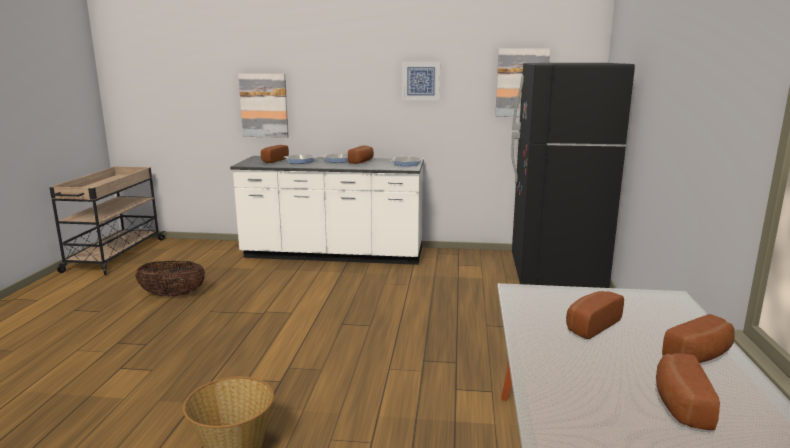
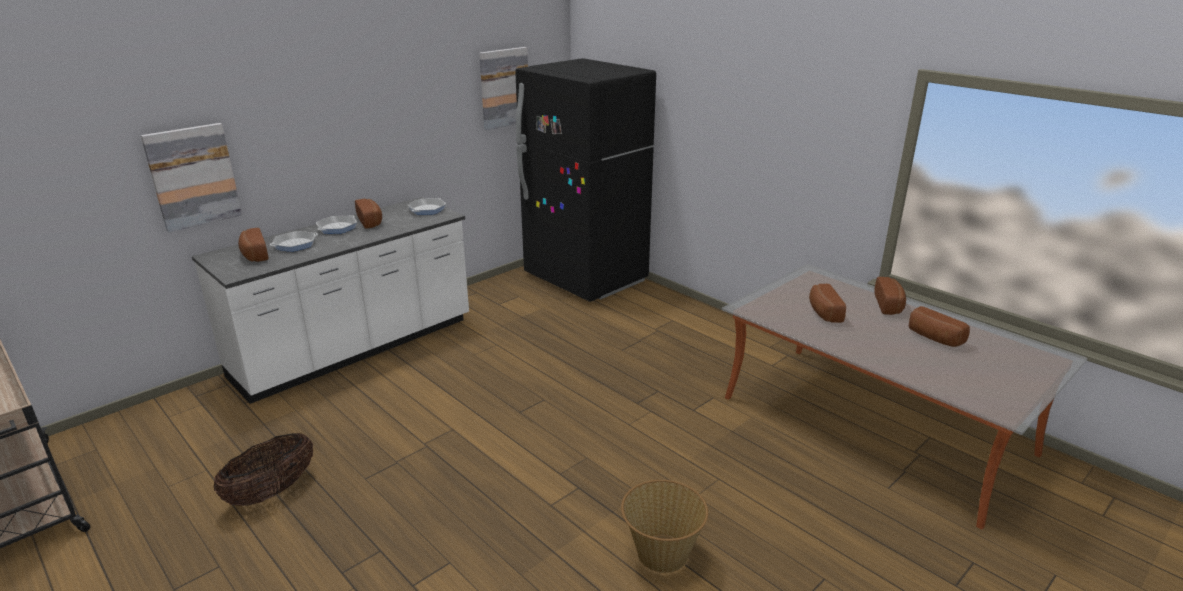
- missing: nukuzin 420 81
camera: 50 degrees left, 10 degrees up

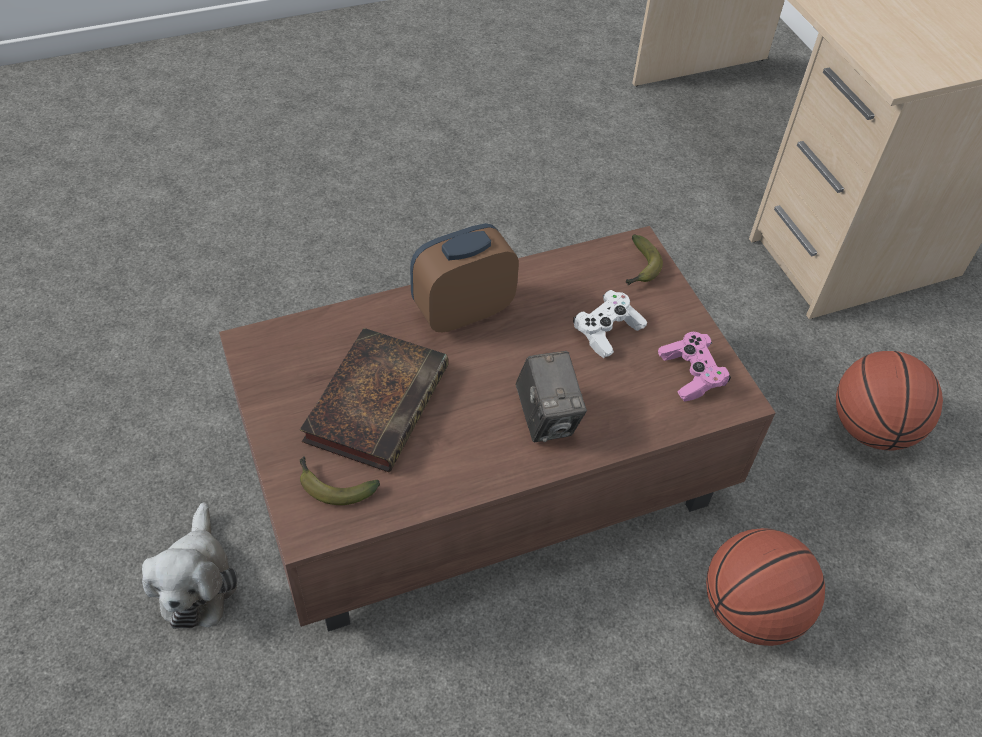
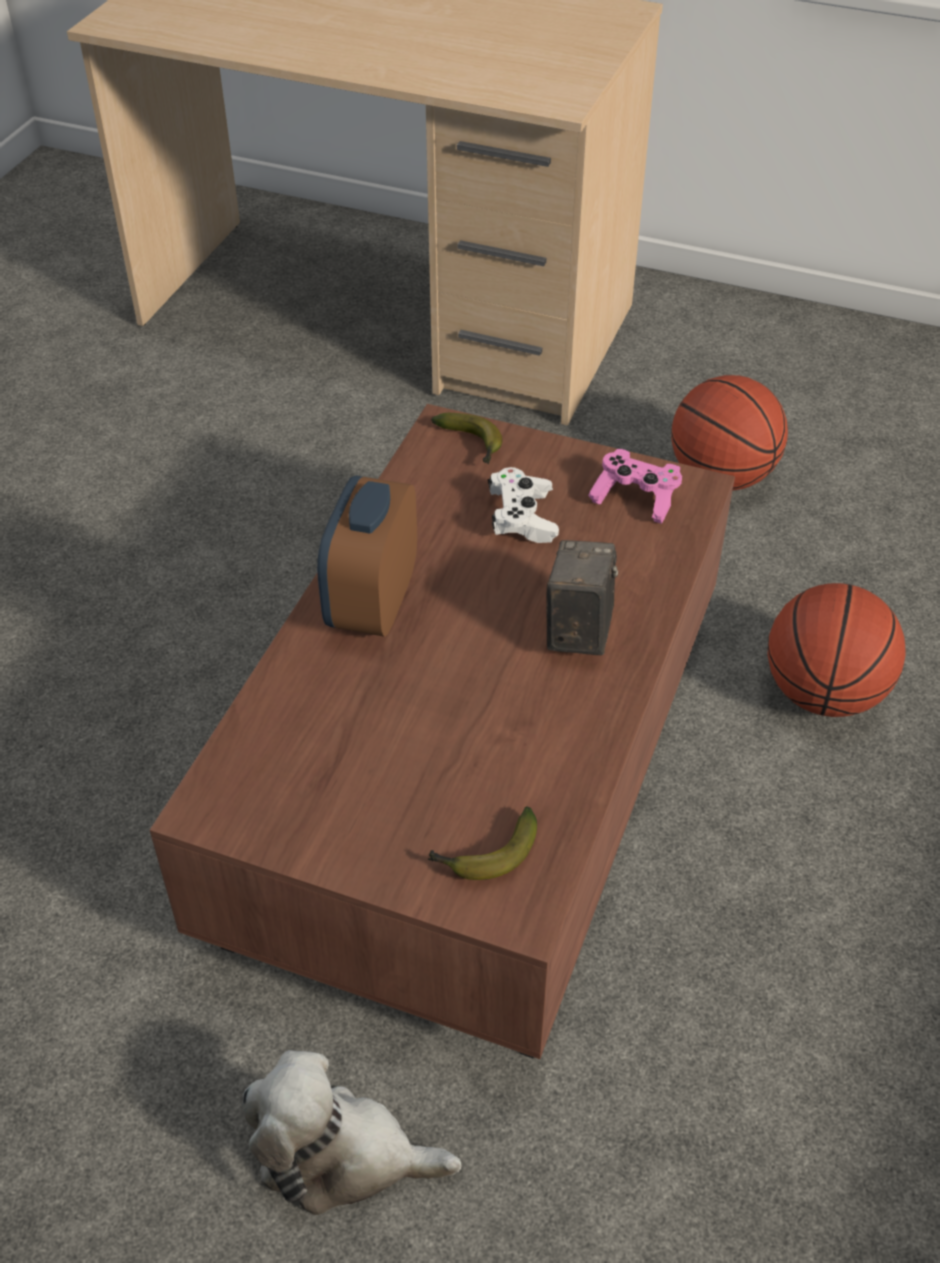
- missing: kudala 377 401
- spun: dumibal 546 418 = 578 630 105 degrees counterclockwise
- spun: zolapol 196 581 = 341 1155 150 degrees clockwise
camera: 45 degrees left, 5 degrees down

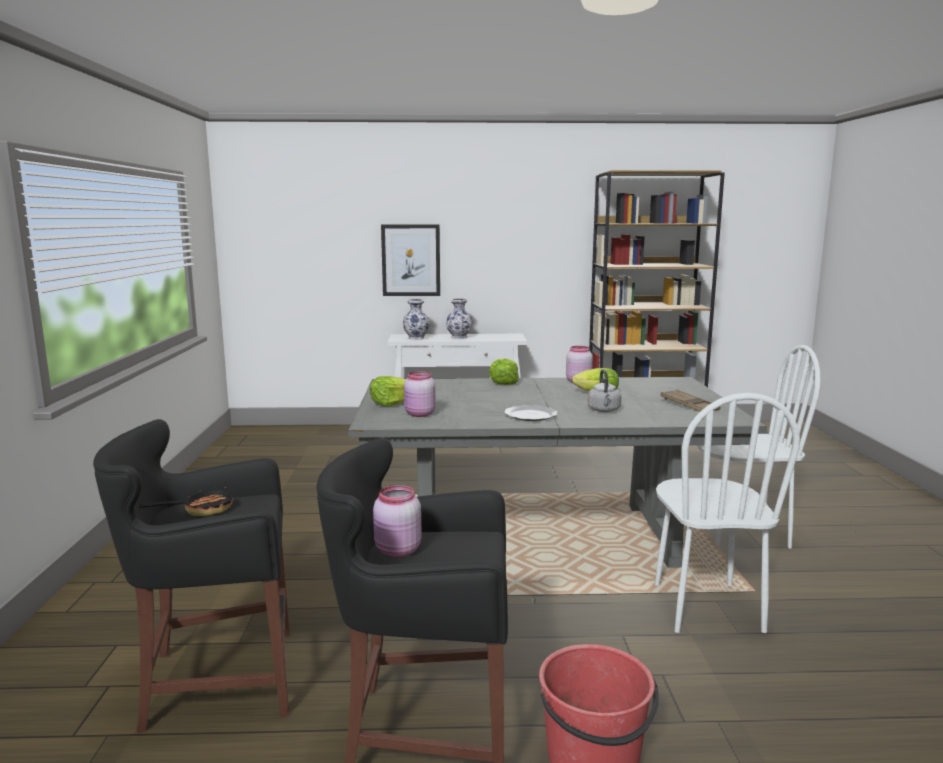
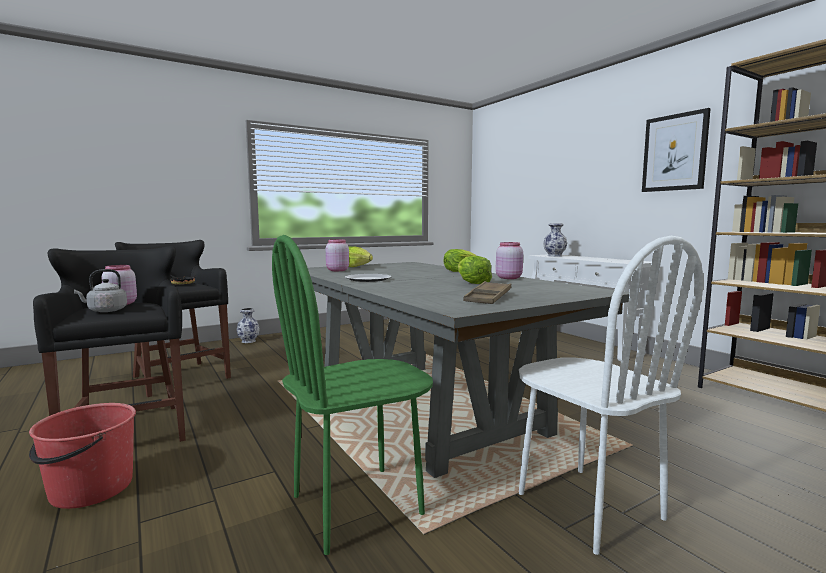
- relocated: nukuzin 411 260 to 674 152
- relocated: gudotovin 459 337 to 248 341
- relocated: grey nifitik 604 410 to 105 311
- colour: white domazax 706 607 to green domazax 357 506
camera: 60 degrees right, 5 degrees down

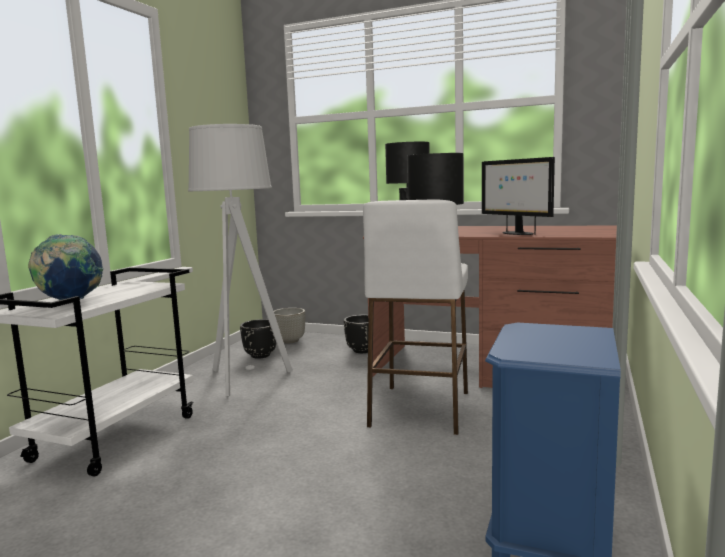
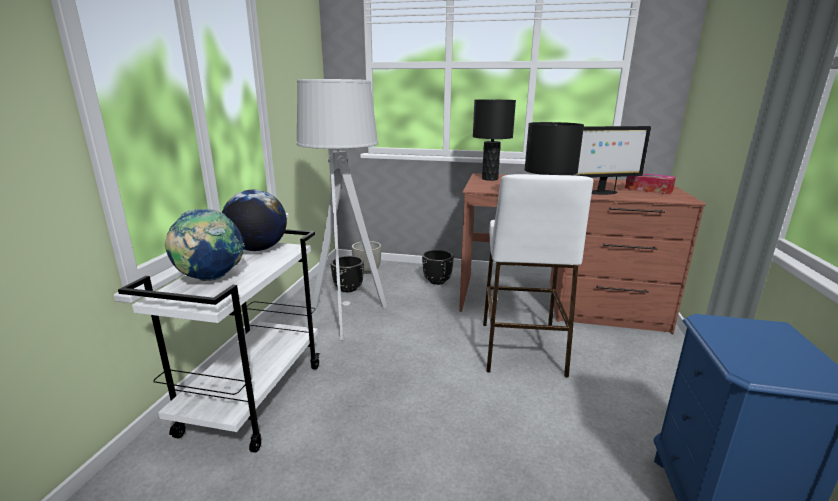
- spun: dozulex 516 233 = 601 192 60 degrees counterclockwise
- appeared: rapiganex 648 189
- appeared: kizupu 258 249
camera: 10 degrees left, 10 degrees up

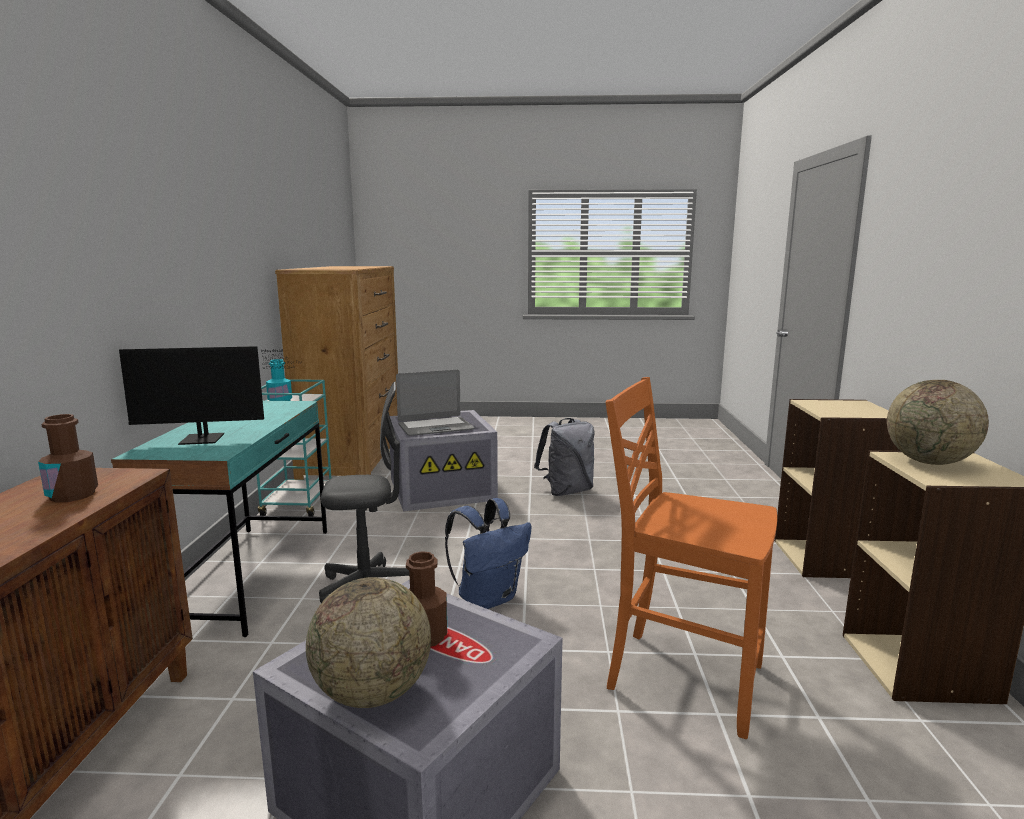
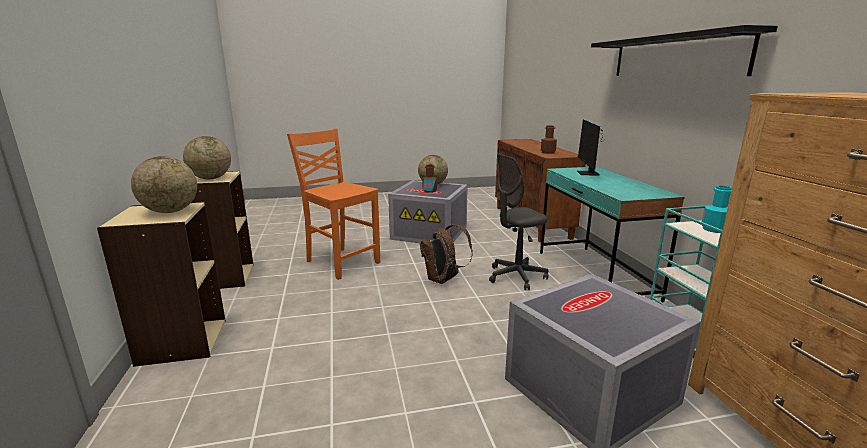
- spun: dozulex 208 439 = 587 174 60 degrees counterclockwise
- missing: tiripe 435 427
- spun: orange domazax 681 677 = 341 262 150 degrees counterclockwise
- missing: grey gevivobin 567 491
- colour: blue gevivobin 488 598 to brown gevivobin 443 280
- appeared: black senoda 674 56
- appeared: kizupu 170 211
camera: 165 degrees right, 5 degrees up

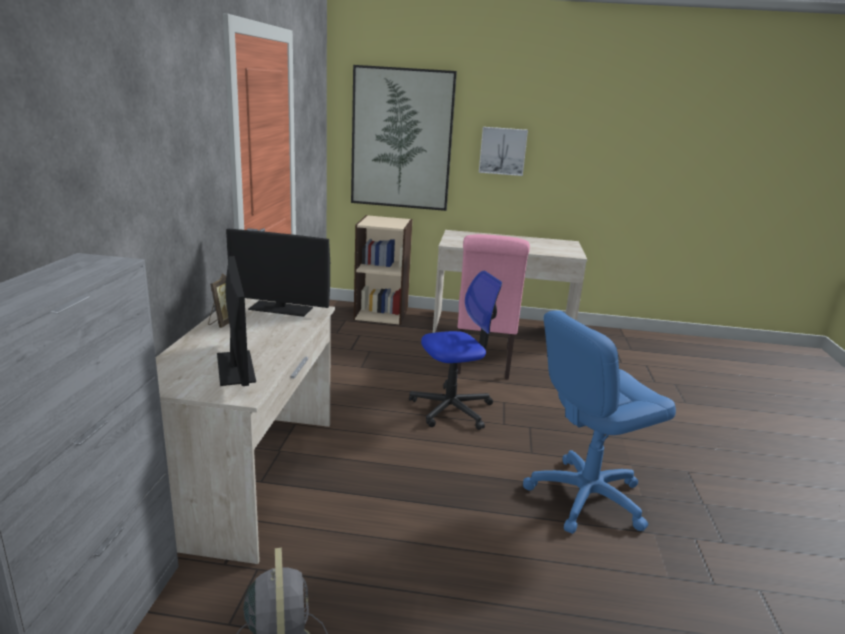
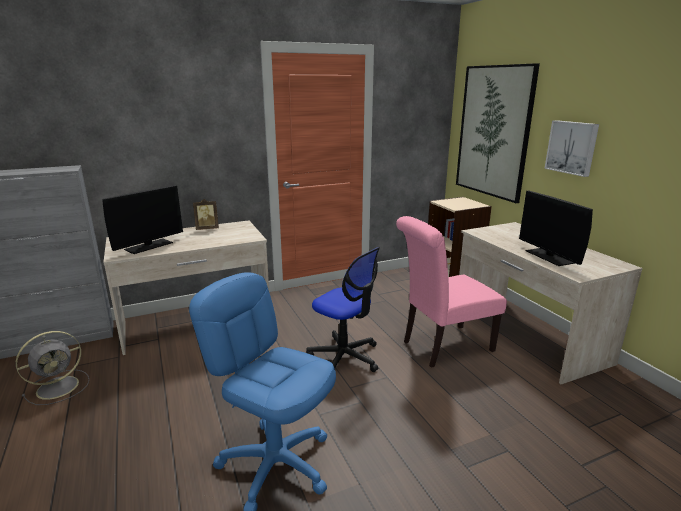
- relocated: dozulex 281 308 to 549 257
camera: 60 degrees right, 0 degrees up

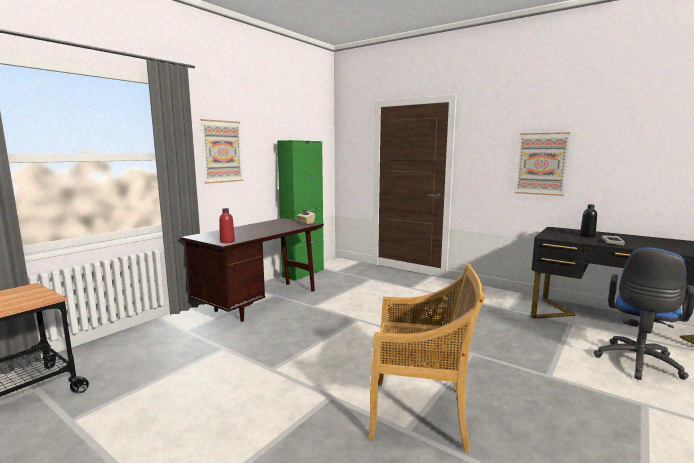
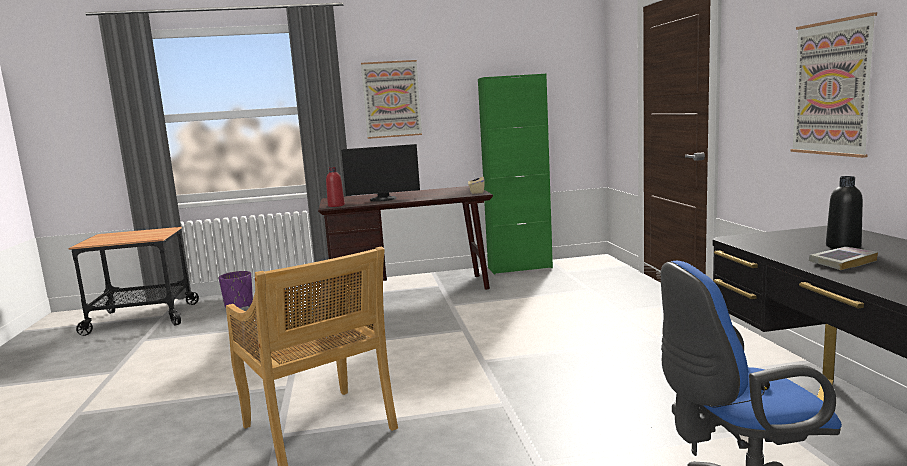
- appeared: dozulex 383 199
- appeared: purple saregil 239 305
camera: 45 degrees right, 0 degrees up

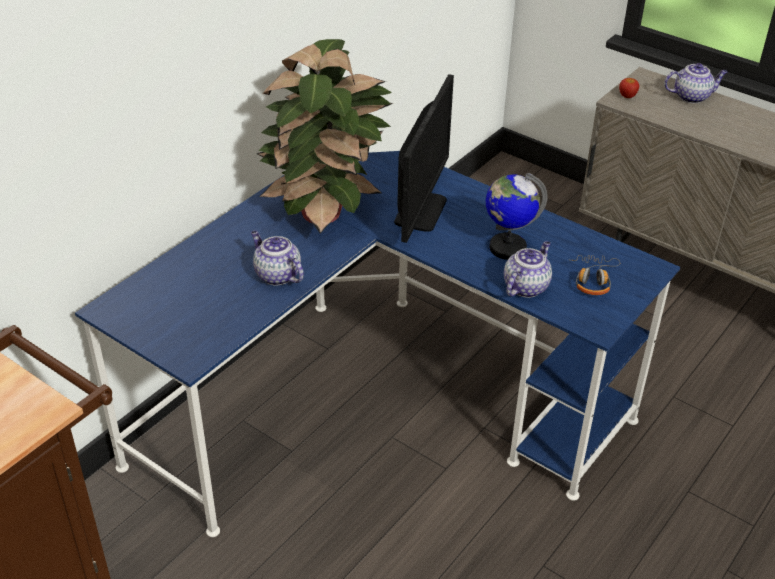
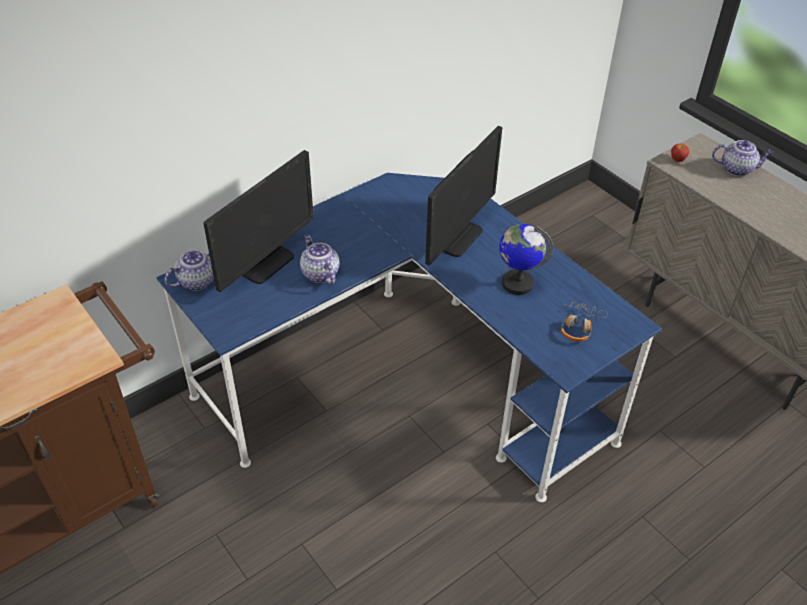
- missing: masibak 326 213
- relocated: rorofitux 526 286 to 197 281
- appeared: dozulex 265 263
camera: 15 degrees right, 5 degrees up

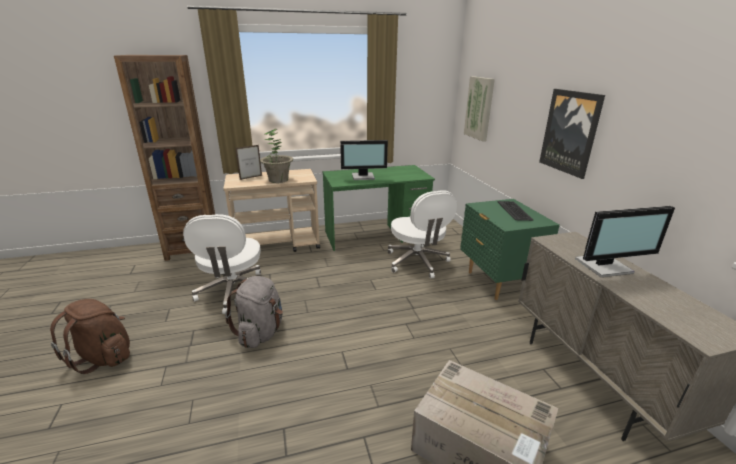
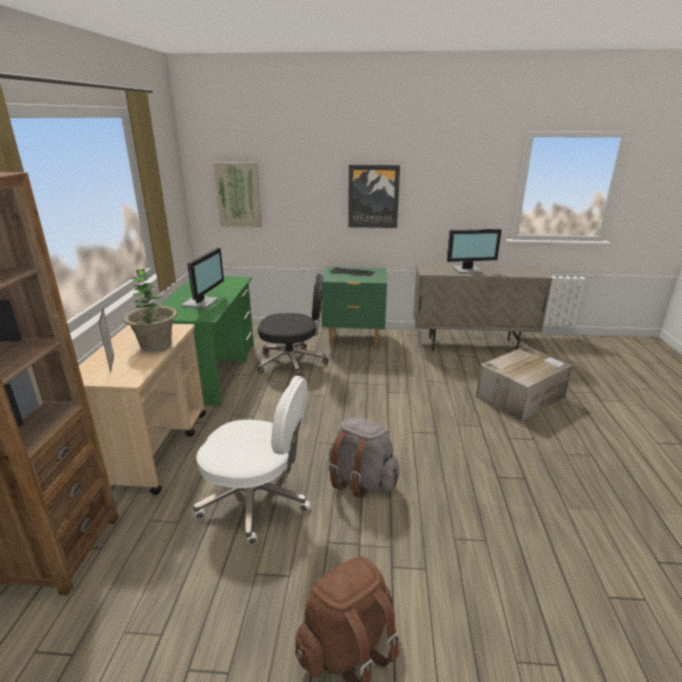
- colour: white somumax 417 262 to black somumax 293 363
- spun: dozulex 605 267 = 468 270 75 degrees clockwise
camera: 70 degrees left, 0 degrees up

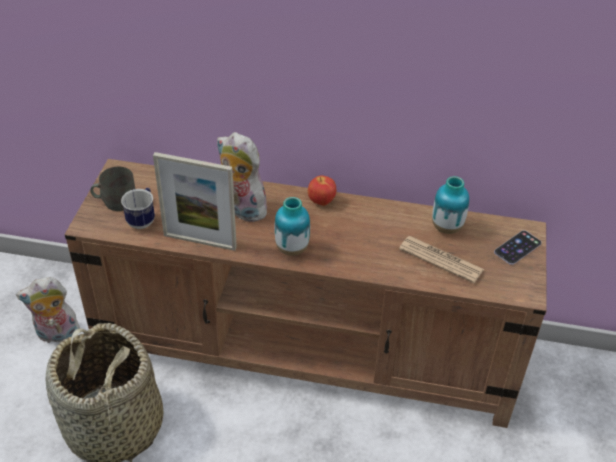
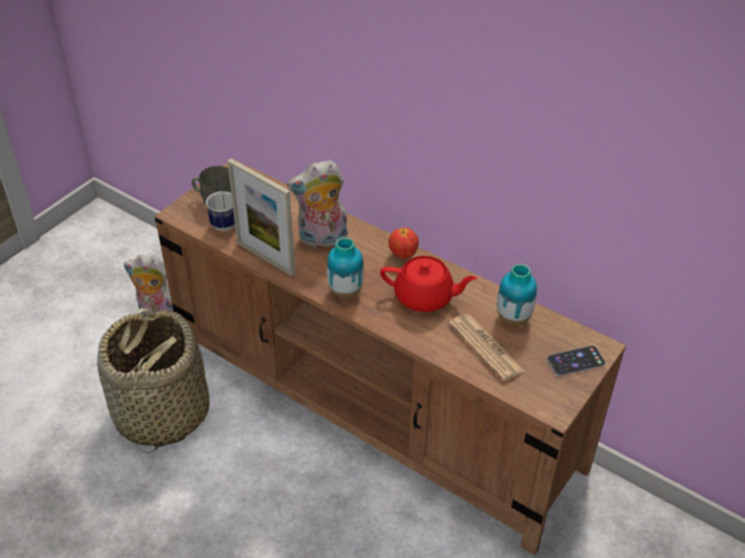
- spun: zolapol 241 209 = 322 240 75 degrees counterclockwise
- appeared: red rorofitux 425 297
camera: 25 degrees right, 0 degrees up

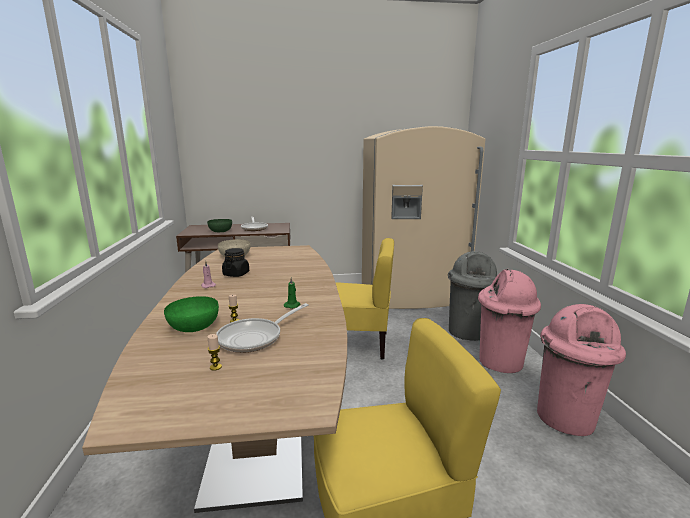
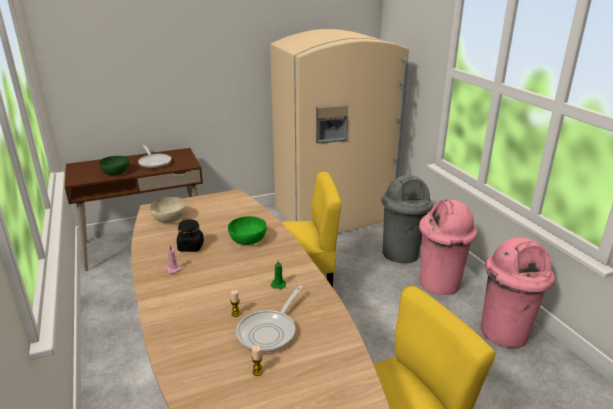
- relocated: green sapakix 194 327 to 248 240
camera: 15 degrees left, 10 degrees up

